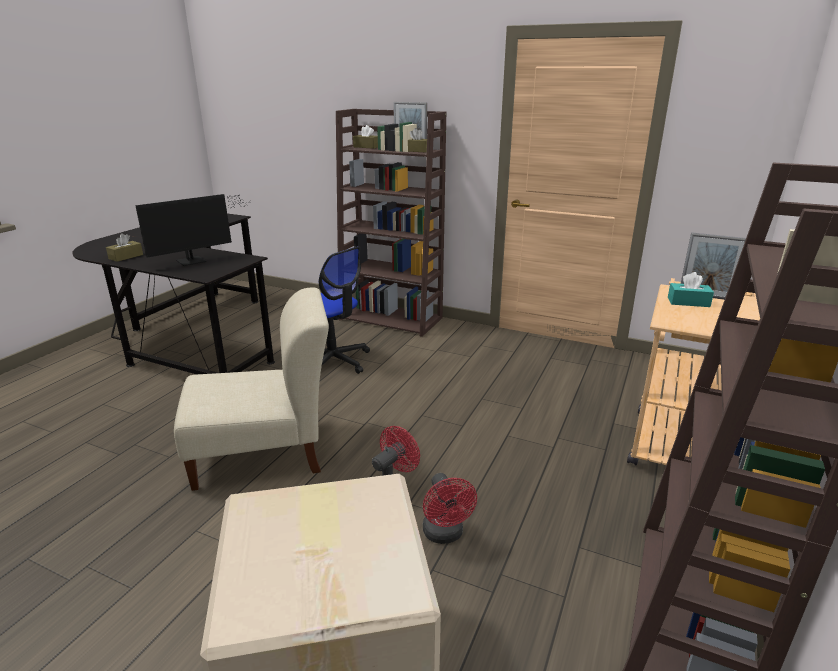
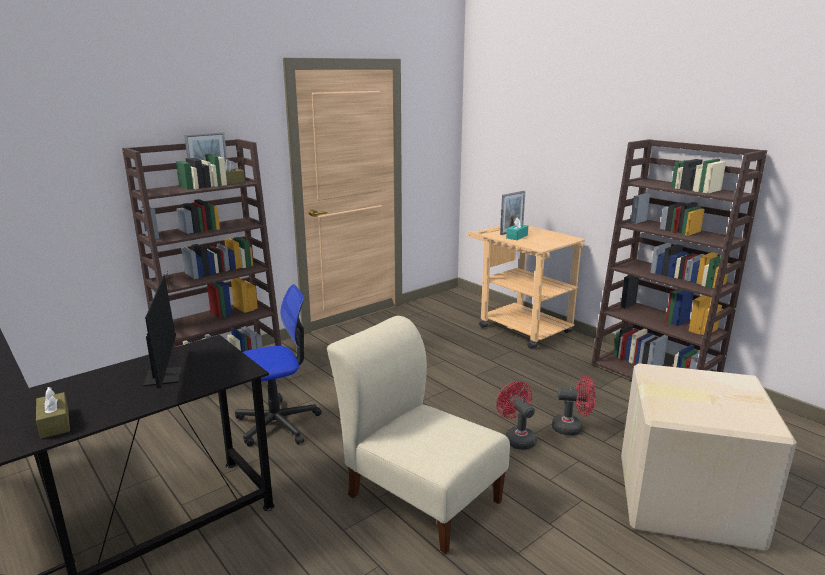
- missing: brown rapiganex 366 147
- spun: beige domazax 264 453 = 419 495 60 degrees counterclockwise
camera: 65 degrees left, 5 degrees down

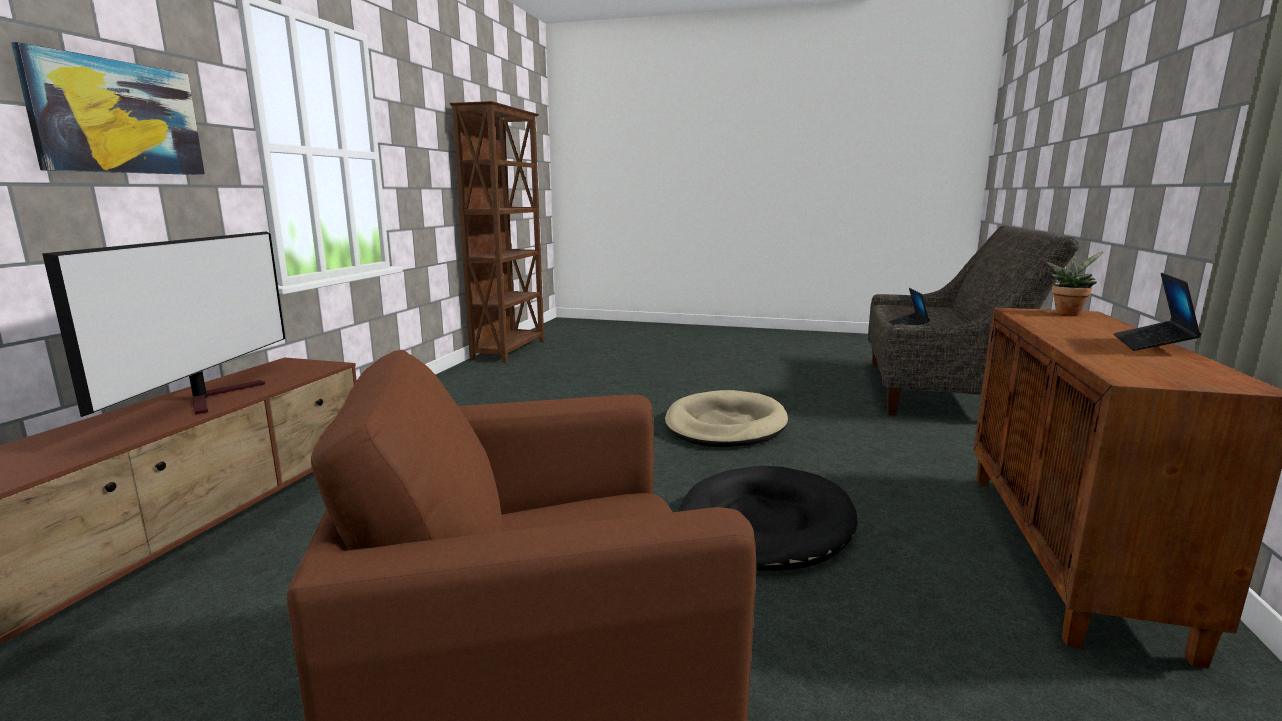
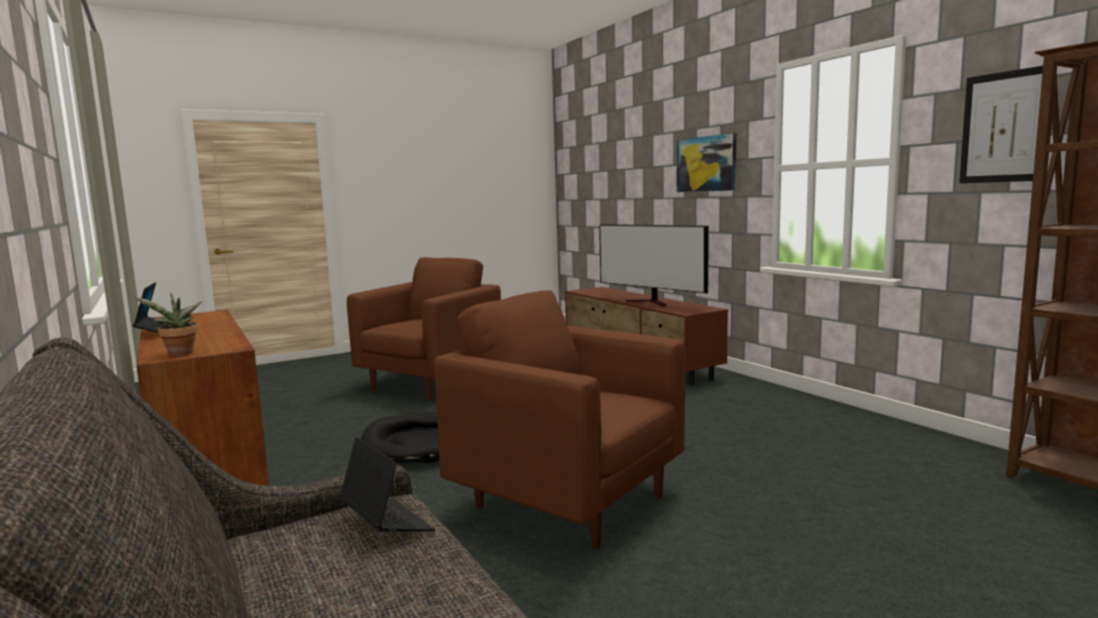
- exchanged: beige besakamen 725 425 to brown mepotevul 568 501
- appeared: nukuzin 1003 127
camera: 135 degrees right, 5 degrees down

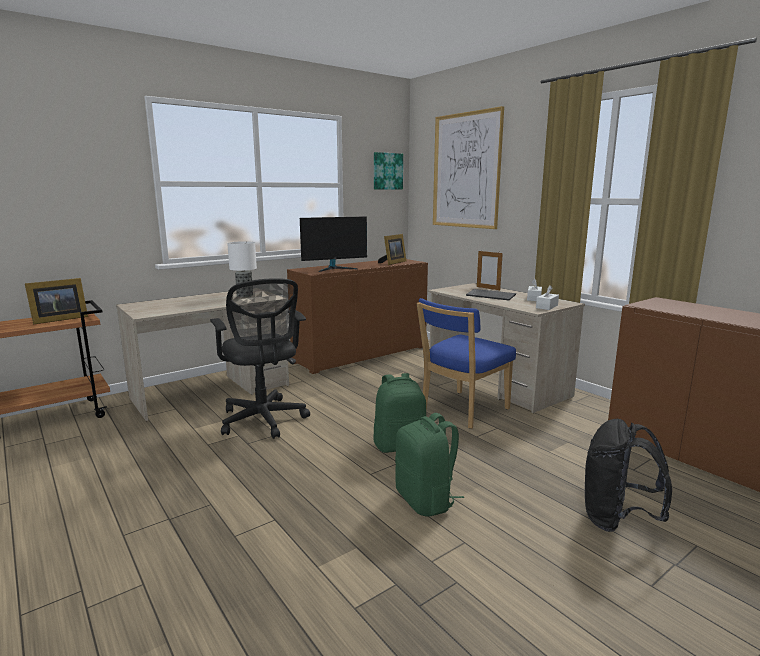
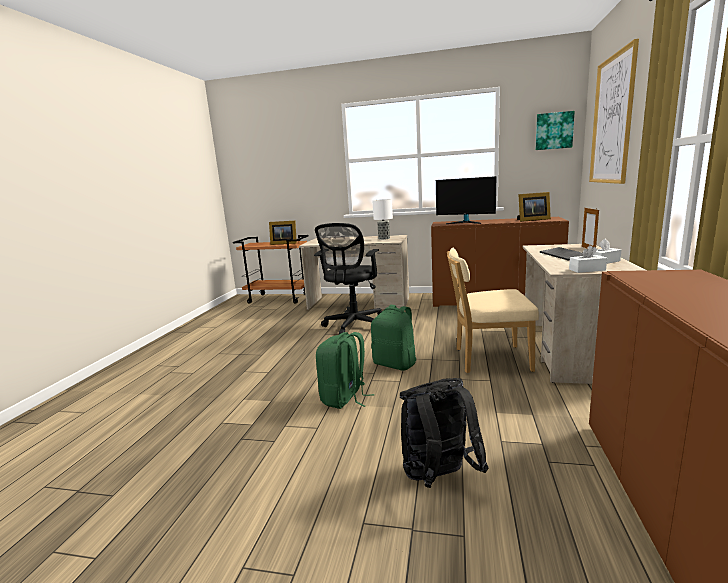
- colour: blue domazax 462 411 to beige domazax 488 359
camera: 50 degrees right, 0 degrees up

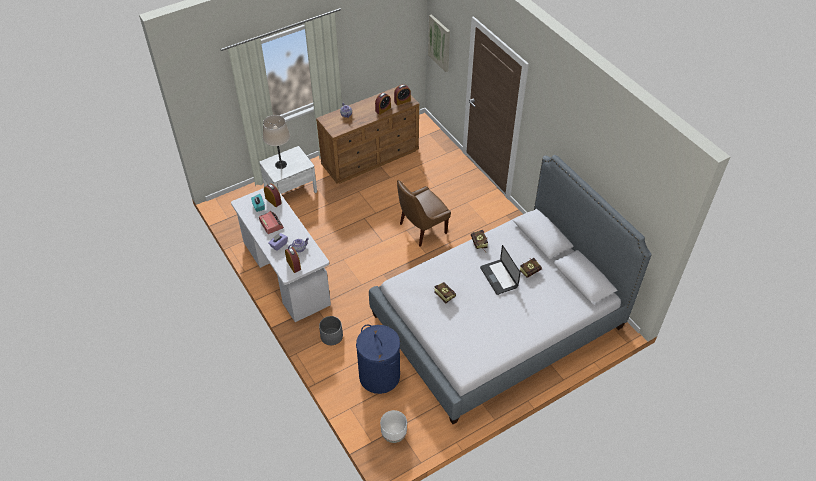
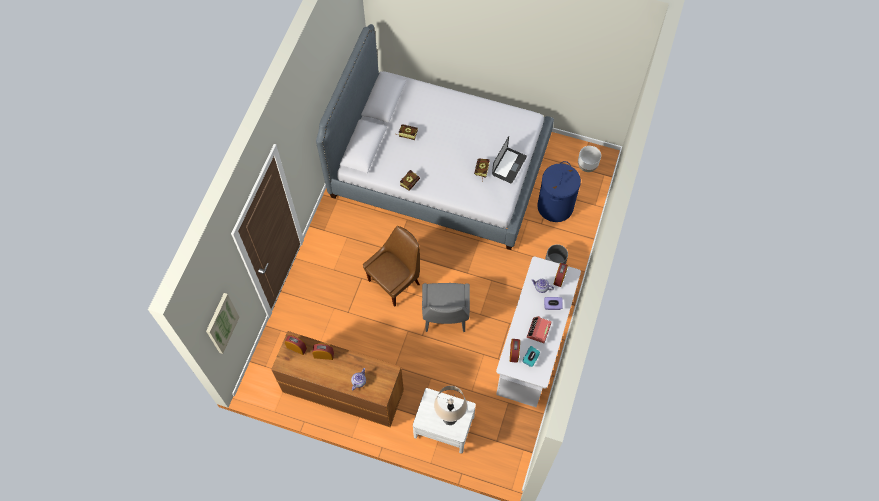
- spun: brown domazax 421 229 = 395 281 60 degrees counterclockwise
- relocated: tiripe 498 277 to 509 166
- appeared: grey domazax 445 317
camera: 130 degrees left, 15 degrees up

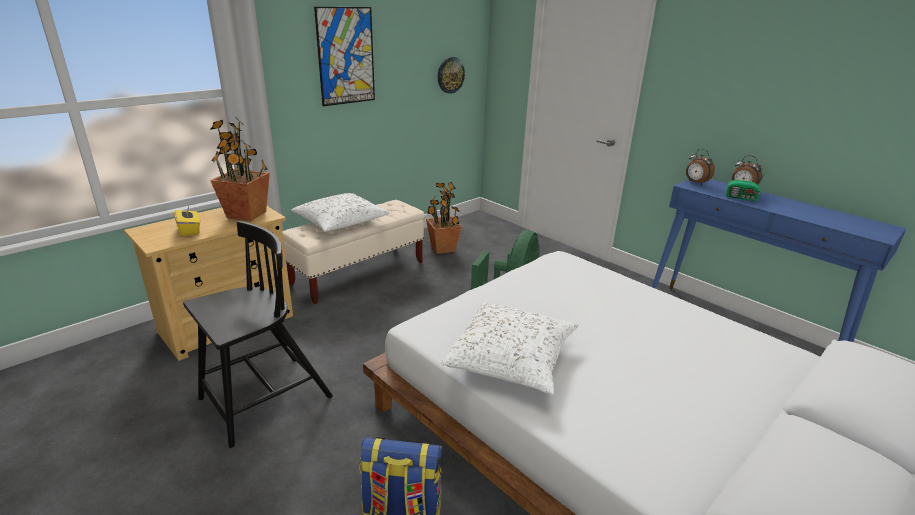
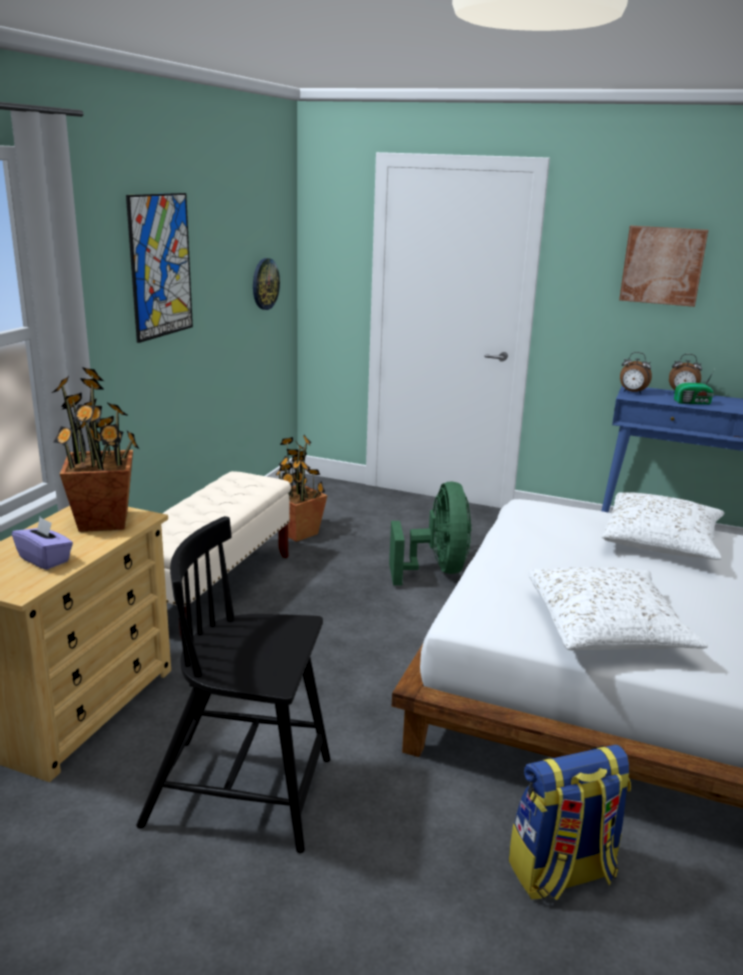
- relocated: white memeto 341 222 to 661 542
- colour: yellow rapiganex 190 230 to purple rapiganex 45 559
- spun: black domazax 263 399 = 243 792 105 degrees counterclockwise
- appeared: nukuzin 662 265
camera: 25 degrees left, 5 degrees down

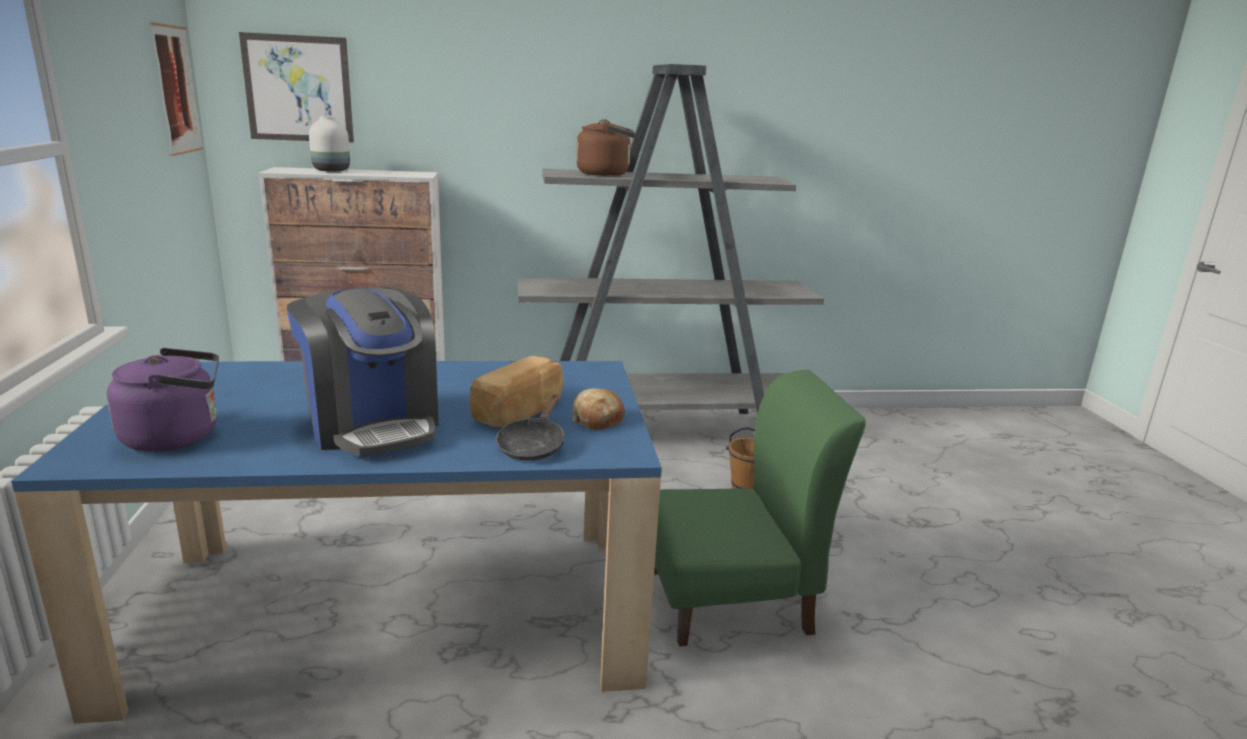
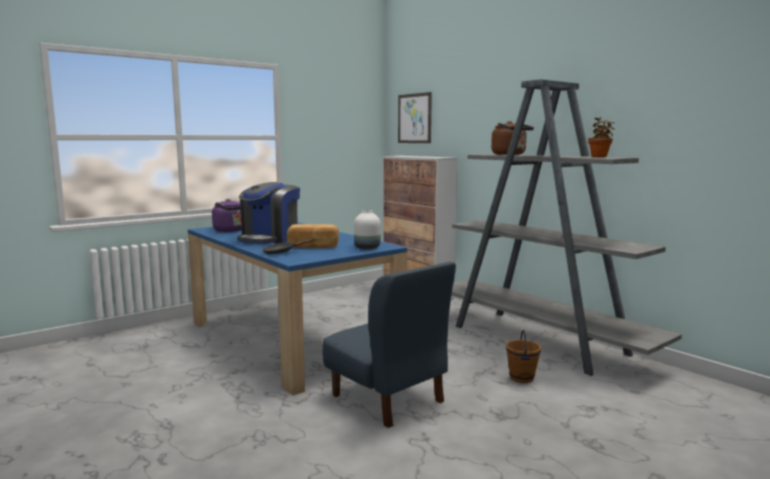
- missing: nukuzin 176 90
- relocated: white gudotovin 331 170 to 368 248
- colour: green domazax 729 601 to blue domazax 388 399
- missing: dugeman 597 419
- appeared: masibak 599 157
camera: 60 degrees right, 10 degrees down

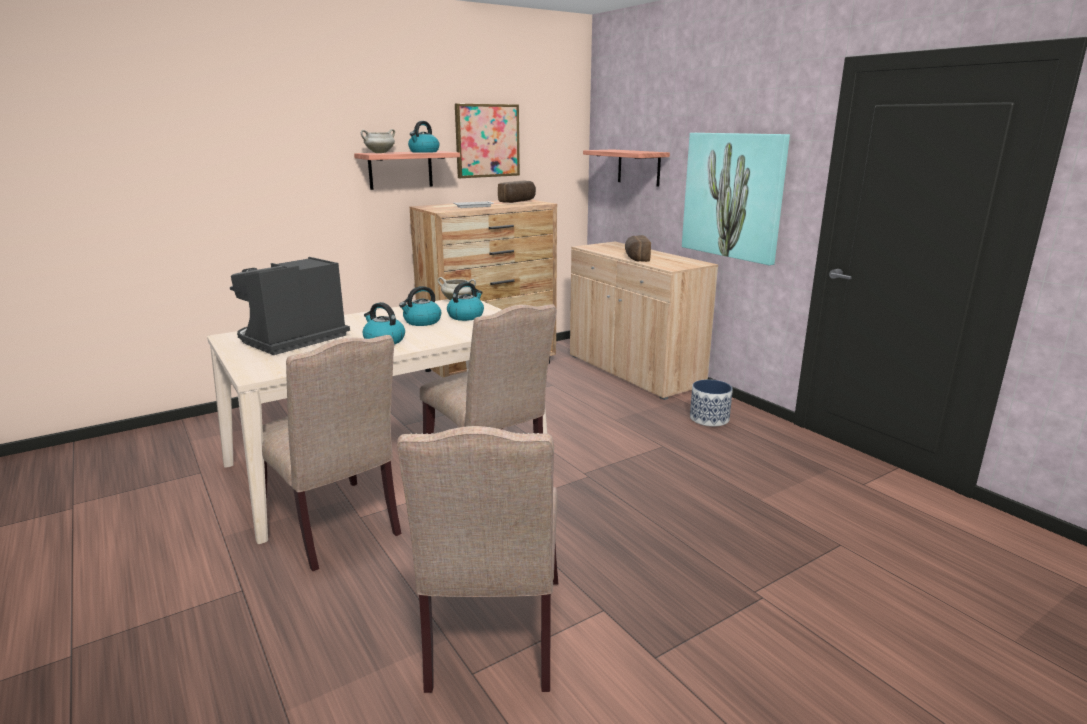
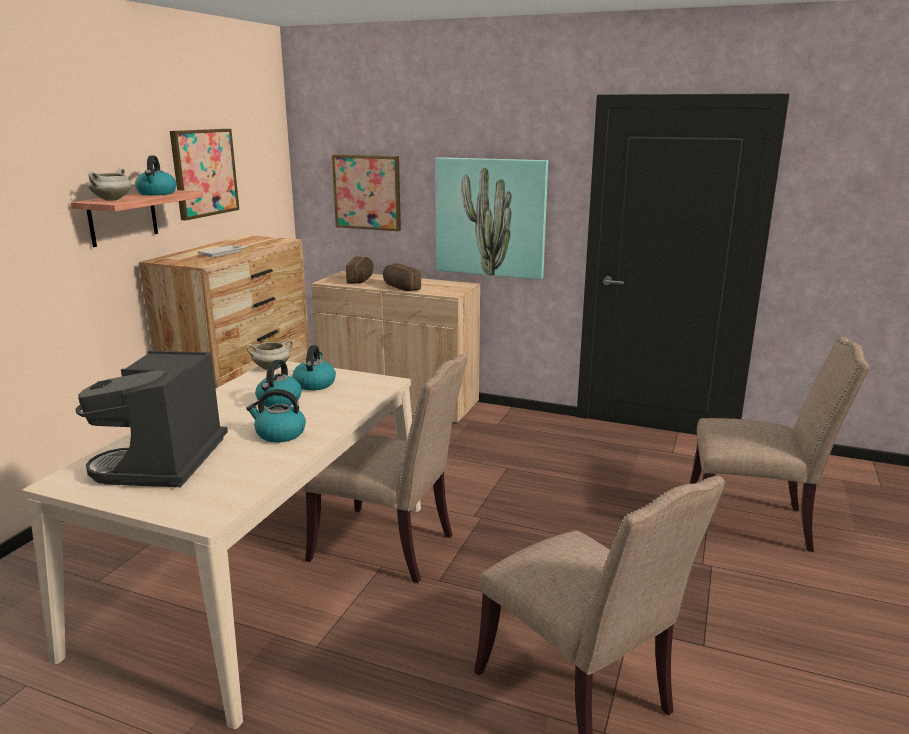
- exchanged: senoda 639 167 to nukuzin 367 192
- relocated: dugeman 518 201 to 361 280
- relocated: beige domazax 335 527 to 753 522
- missing: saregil 709 418
camera: 35 degrees left, 0 degrees up

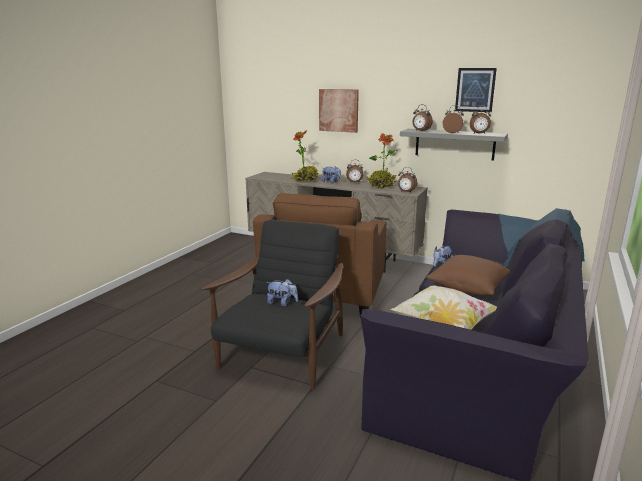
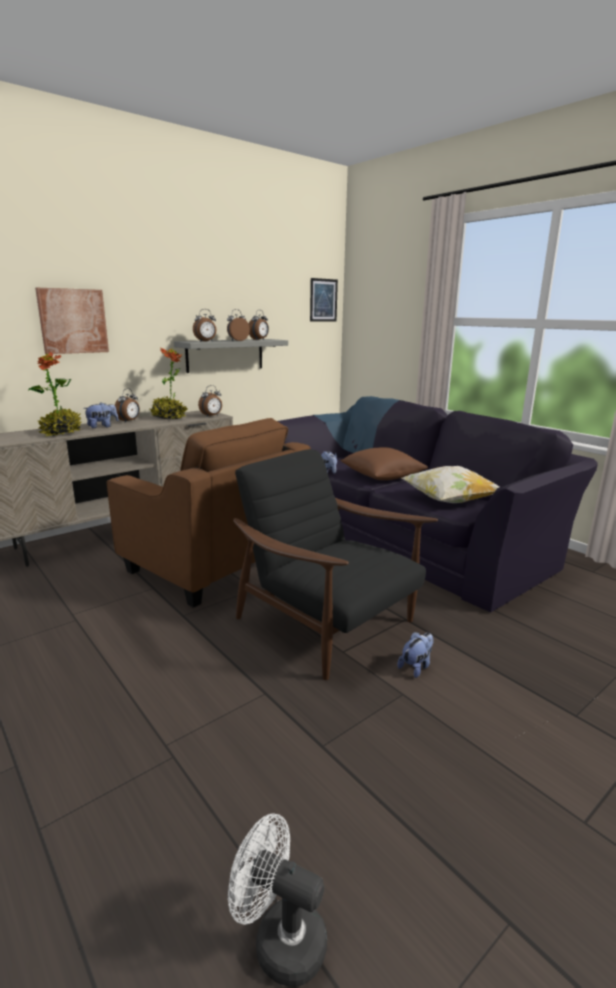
- relocated: nukuzin 475 90 to 323 300
- relocated: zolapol 282 303 to 416 666
- appeared: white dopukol 279 939
camera: 65 degrees left, 0 degrees up

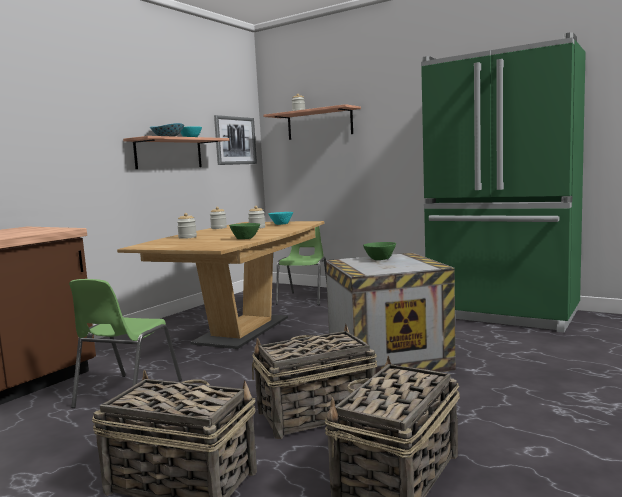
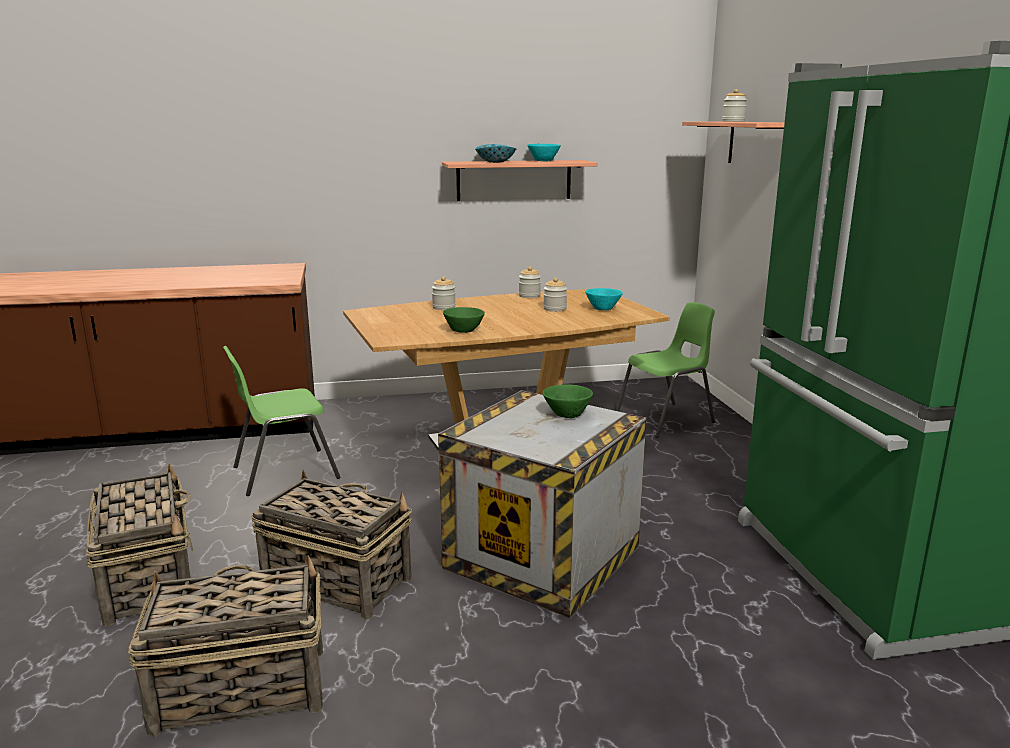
- missing: nukuzin 235 140
camera: 45 degrees right, 10 degrees up

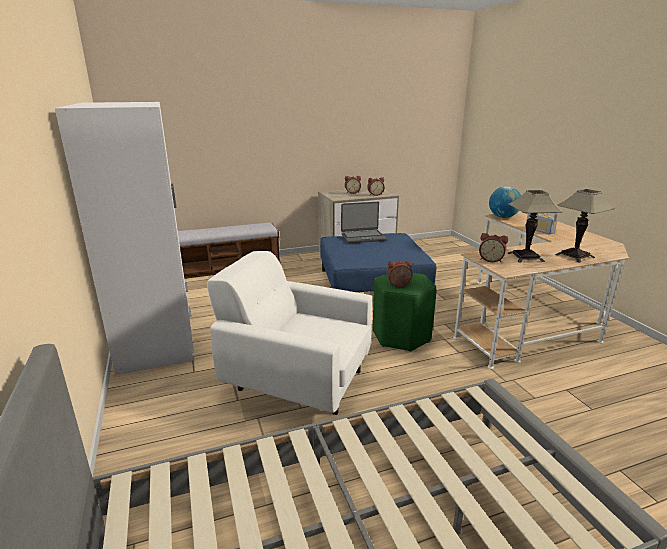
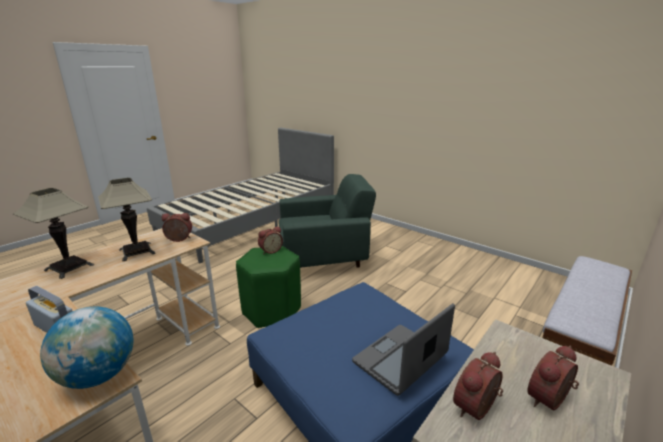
- missing: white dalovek 157 335
- colour: white mepotevul 296 379 to green mepotevul 324 258
camera: 150 degrees right, 0 degrees up

